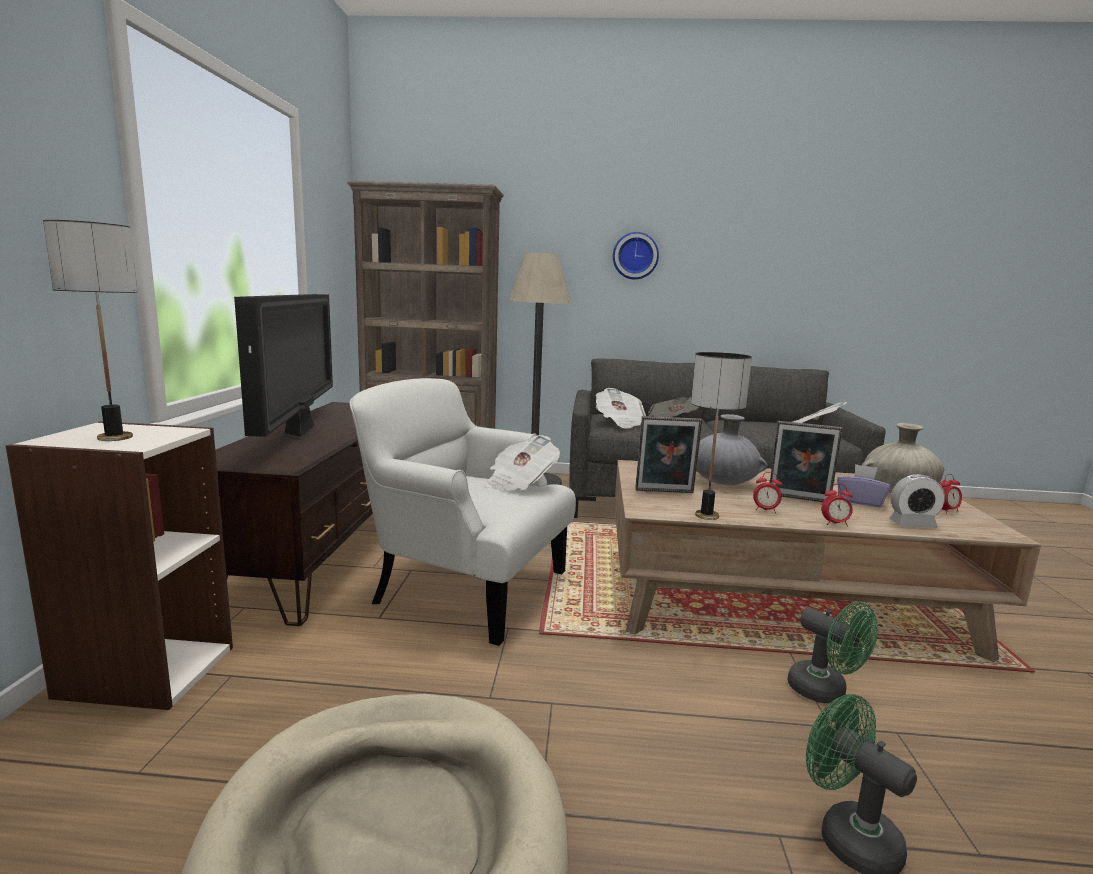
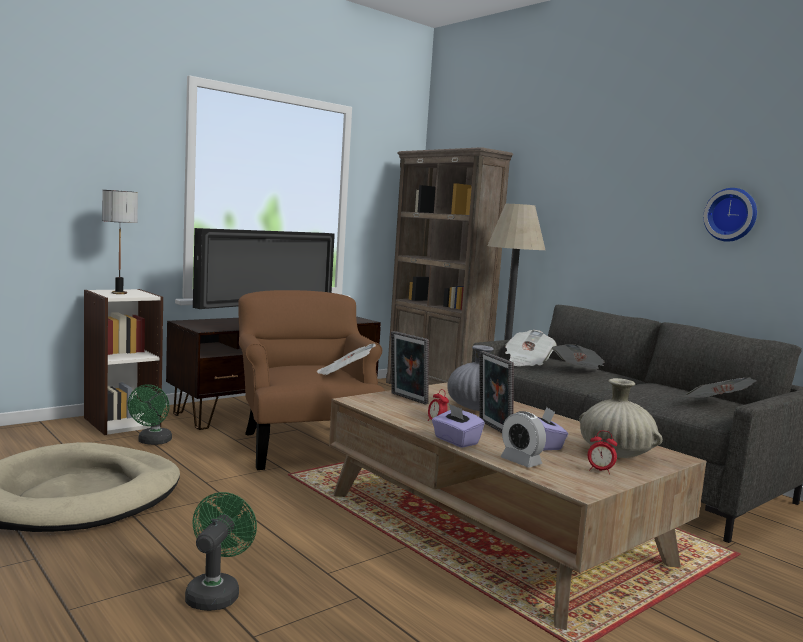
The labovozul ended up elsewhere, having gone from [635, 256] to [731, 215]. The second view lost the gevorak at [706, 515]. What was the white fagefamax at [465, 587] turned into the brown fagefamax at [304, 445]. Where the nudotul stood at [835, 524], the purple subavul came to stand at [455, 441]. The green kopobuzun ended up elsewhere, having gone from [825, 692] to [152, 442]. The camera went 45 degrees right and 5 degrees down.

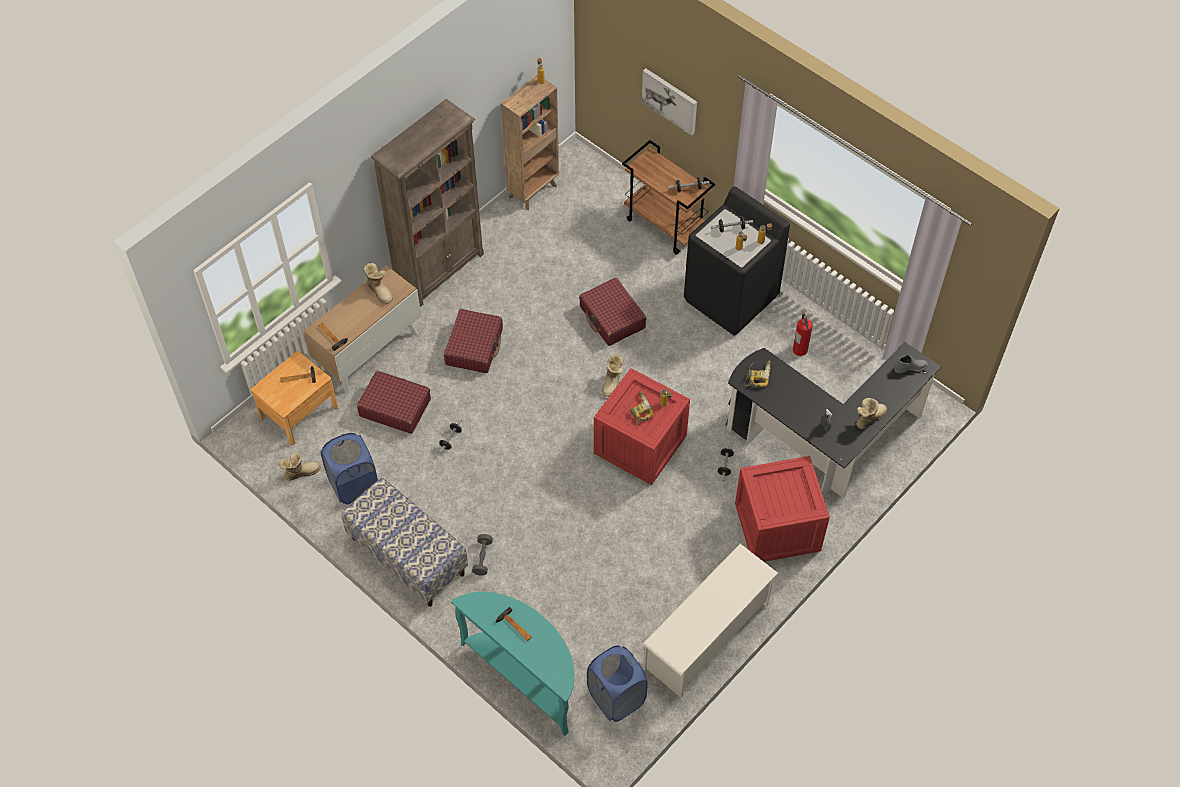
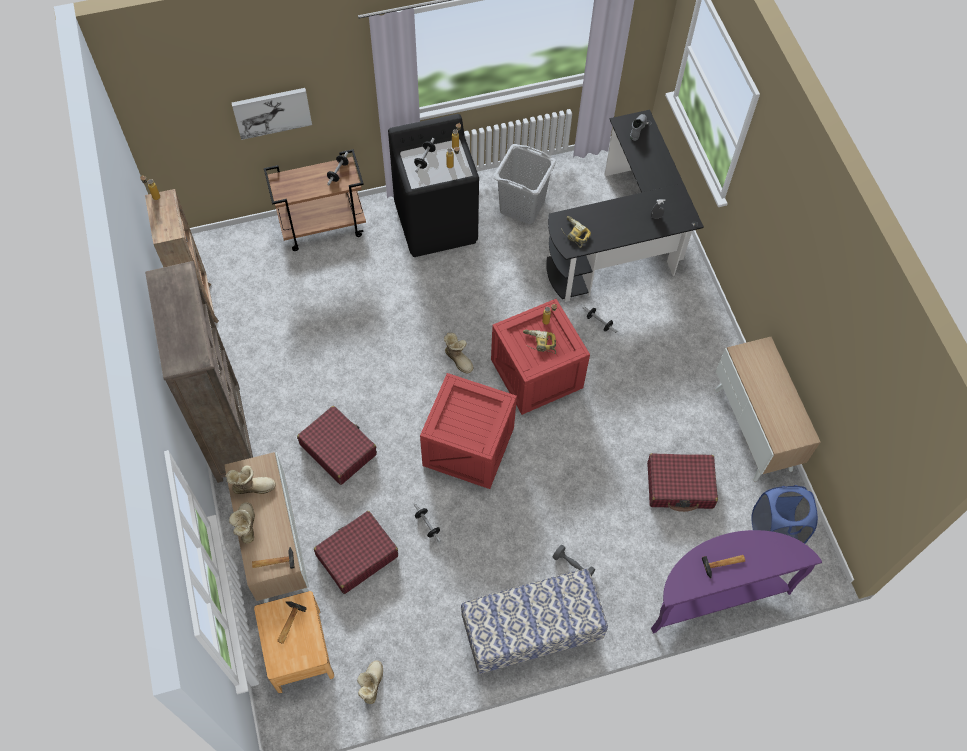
The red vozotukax ended up elsewhere, having gone from [612, 318] to [680, 485]. Where the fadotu stood at [800, 349], the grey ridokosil came to stand at [522, 206]. The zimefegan ended up elsewhere, having gone from [868, 418] to [245, 526]. The second view lost the blue ridokosil at [354, 485]. The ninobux ended up elsewhere, having gone from [776, 526] to [467, 447]. Where the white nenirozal stood at [707, 636], the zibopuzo came to stand at [754, 429]. What was the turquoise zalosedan at [525, 676] turned into the purple zalosedan at [714, 594]. The camera went 60 degrees left and 5 degrees up.

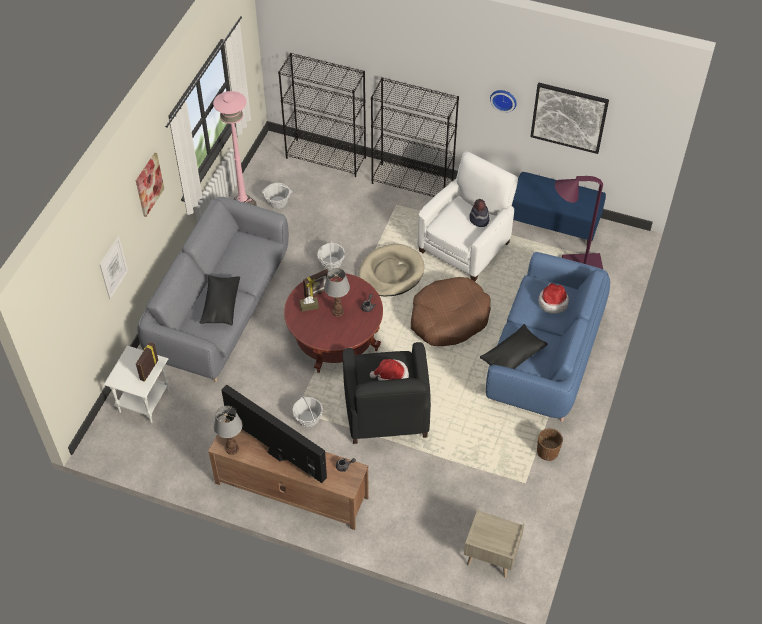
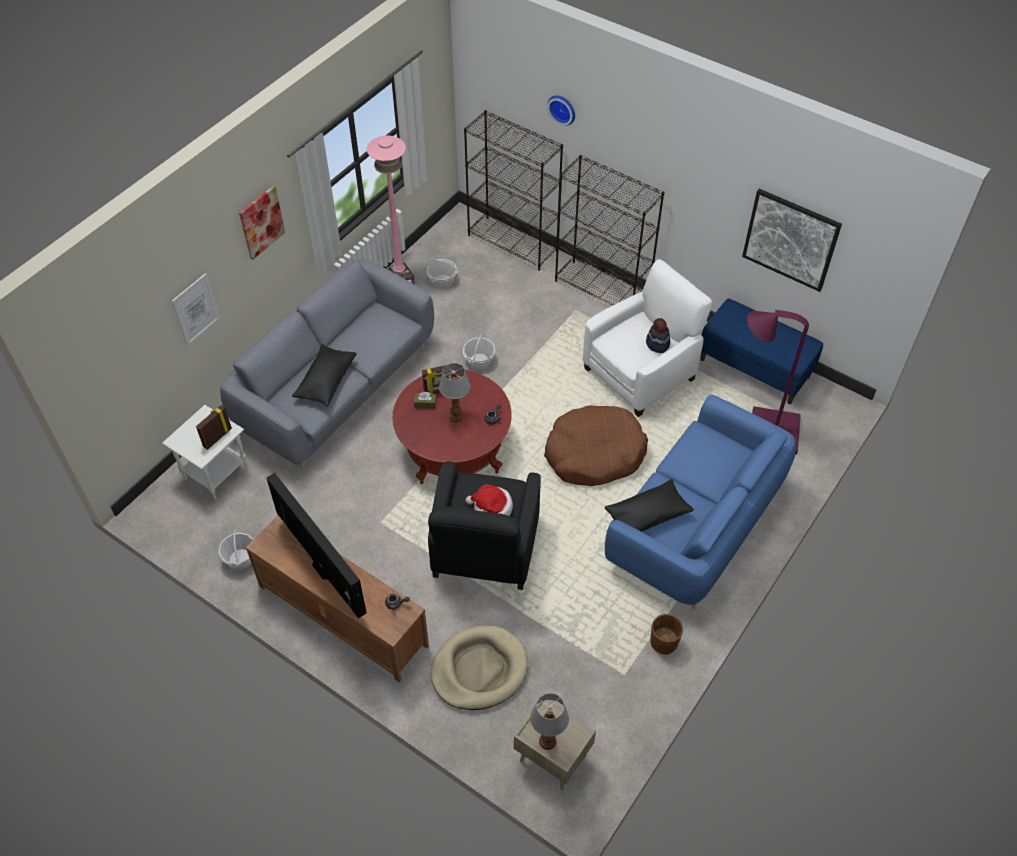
The labovozul ended up elsewhere, having gone from [504, 99] to [563, 109]. The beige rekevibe ended up elsewhere, having gone from [391, 273] to [479, 670]. The second view lost the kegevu at [552, 302]. The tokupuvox ended up elsewhere, having gone from [308, 418] to [241, 559]. The gevorak ended up elsewhere, having gone from [232, 448] to [548, 741]. The camera went 15 degrees right and 0 degrees up.

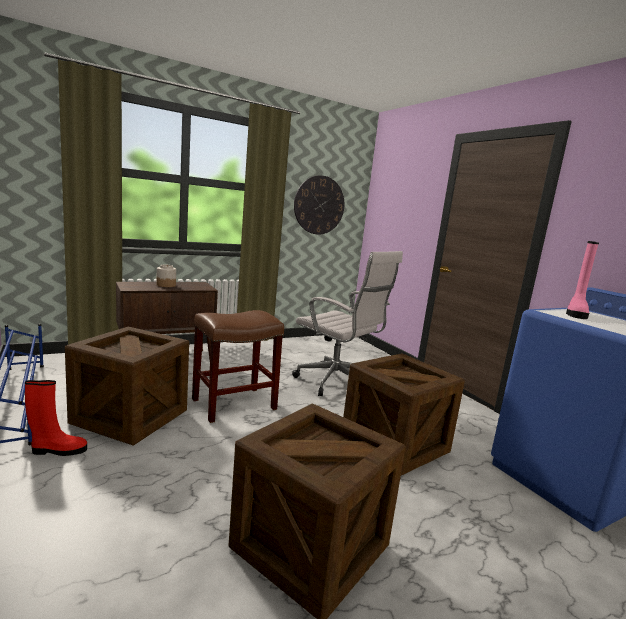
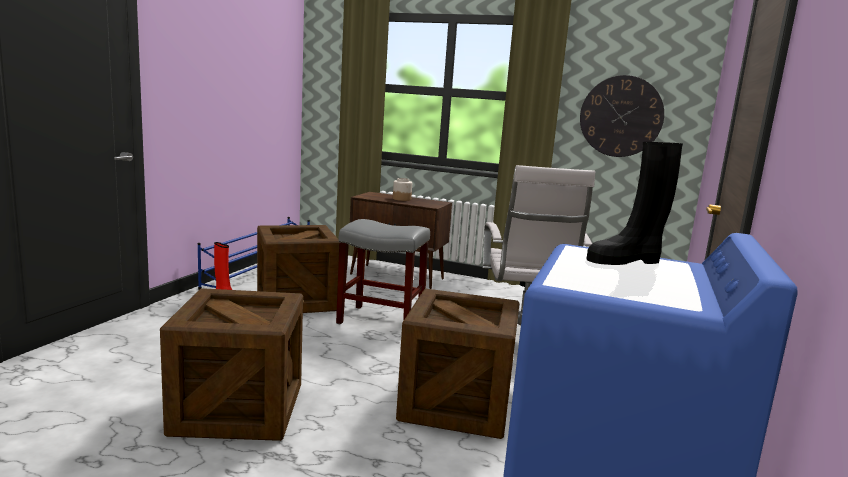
What was the pink zimefegan at [575, 313] turned into the black zimefegan at [625, 260]. What was the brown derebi at [234, 404] turned into the grey derebi at [382, 320]. The camera went 50 degrees right and 0 degrees up.

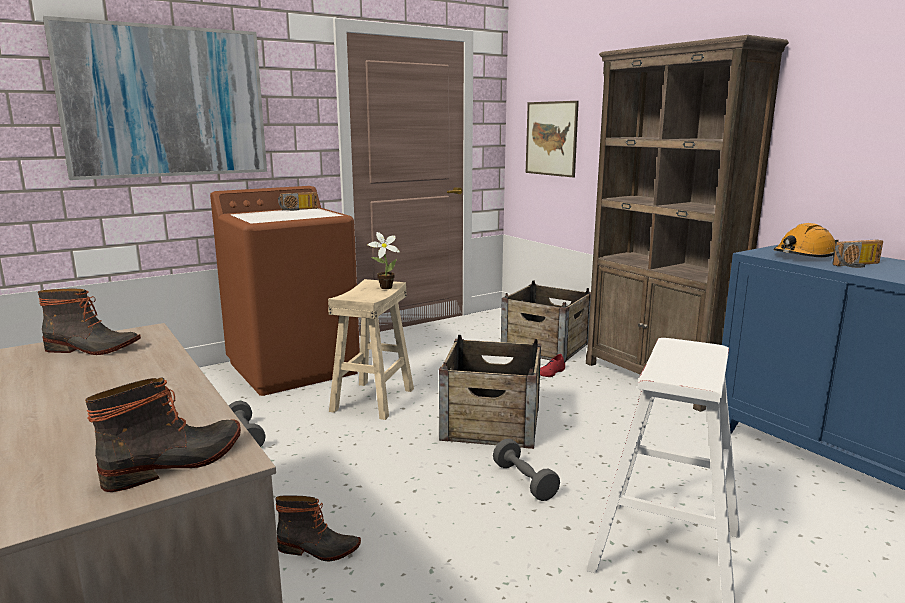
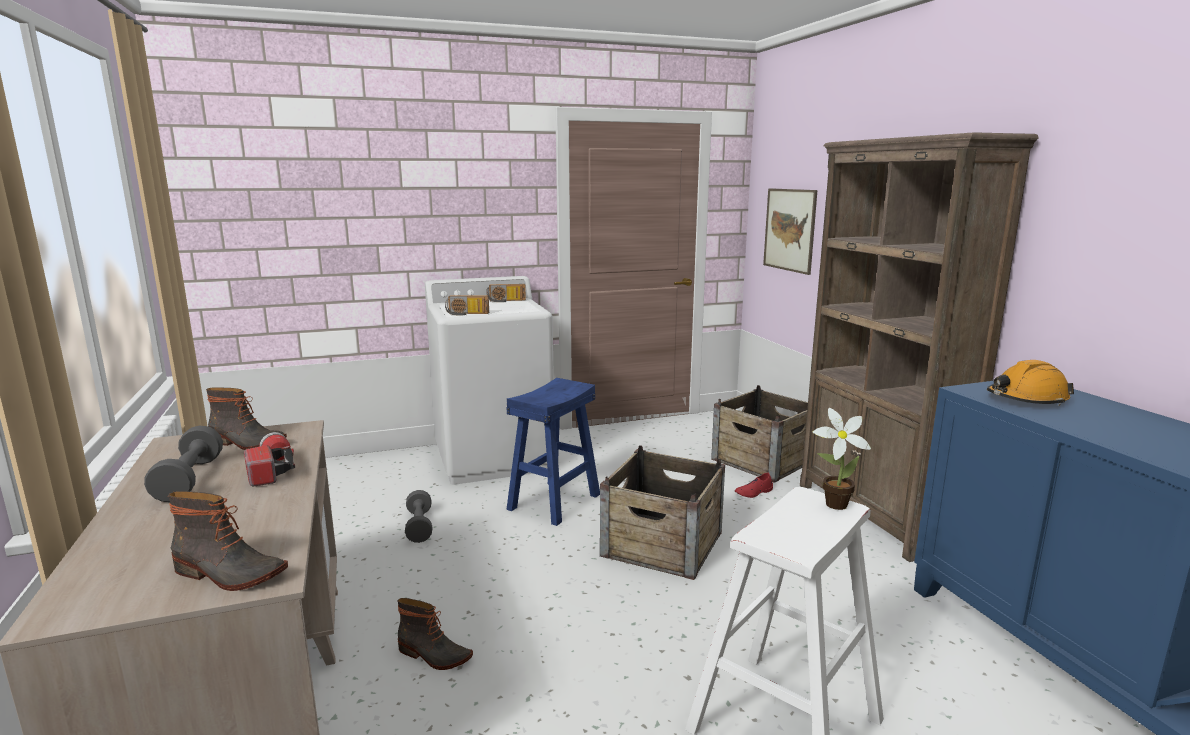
The second view lost the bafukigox at [165, 102]. What was the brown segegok at [293, 368] turned into the white segegok at [494, 457]. The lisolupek ended up elsewhere, having gone from [384, 287] to [832, 504]. The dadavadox ended up elsewhere, having gone from [858, 265] to [467, 314]. What was the beige derebi at [372, 399] turned into the blue derebi at [554, 501]. The zimefegan at [176, 463] ended up facing another way, 45 degrees clockwise from before. The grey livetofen ended up elsewhere, having gone from [524, 481] to [189, 480]. The second view gained the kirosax at [272, 470]. The camera went 15 degrees right and 0 degrees up.

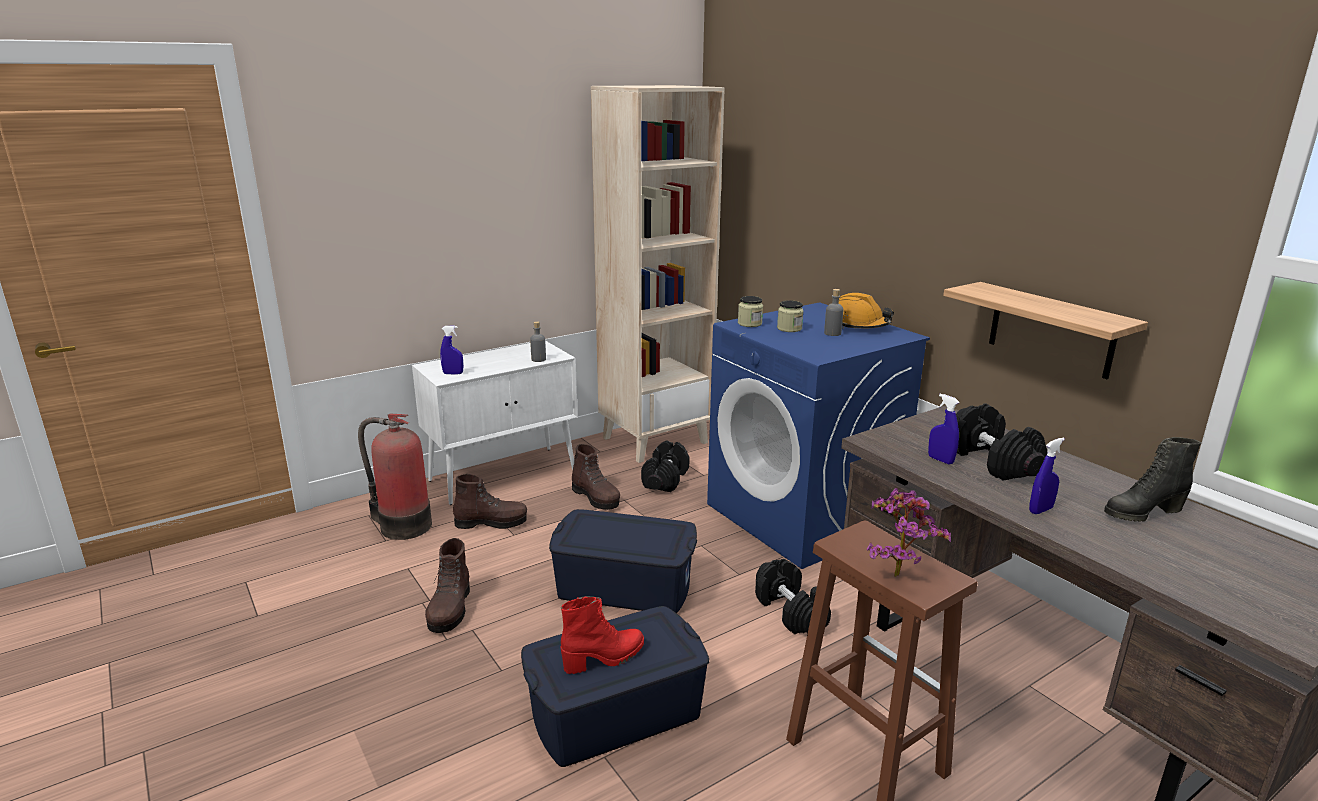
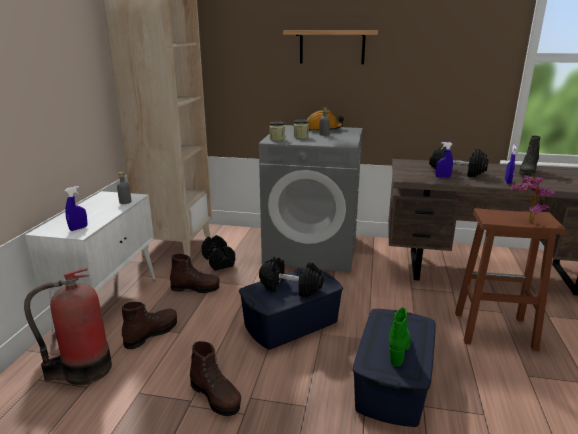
The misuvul ended up elsewhere, having gone from [1051, 330] to [332, 47]. What was the blue segegok at [803, 516] turned into the grey segegok at [312, 249]. The black livetofen ended up elsewhere, having gone from [791, 611] to [291, 287]. What was the red zimefegan at [604, 658] turned into the green zimefegan at [398, 348]. The camera went 45 degrees left and 0 degrees up.

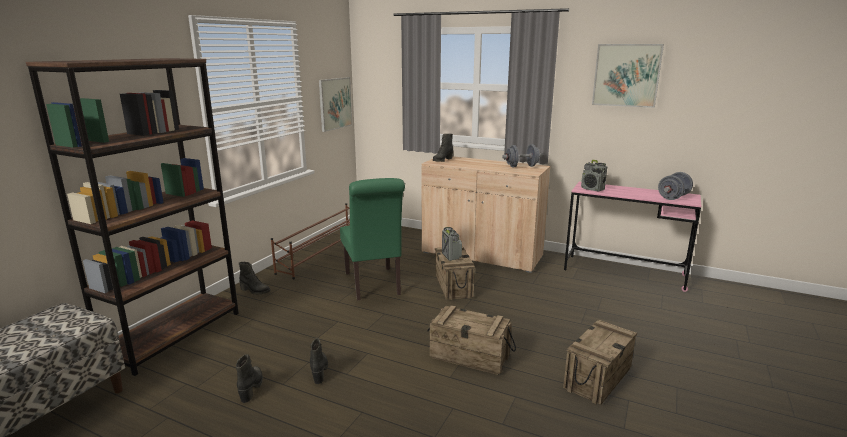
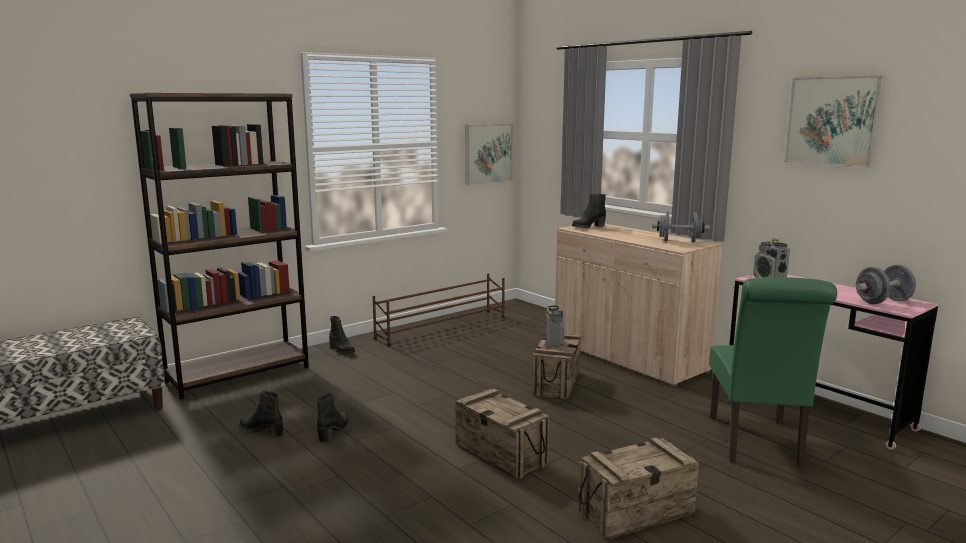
The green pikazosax ended up elsewhere, having gone from [373, 285] to [756, 444]. The black zimefegan at [251, 387] ended up facing another way, 90 degrees counterclockwise from before. The camera went 25 degrees right and 5 degrees down.

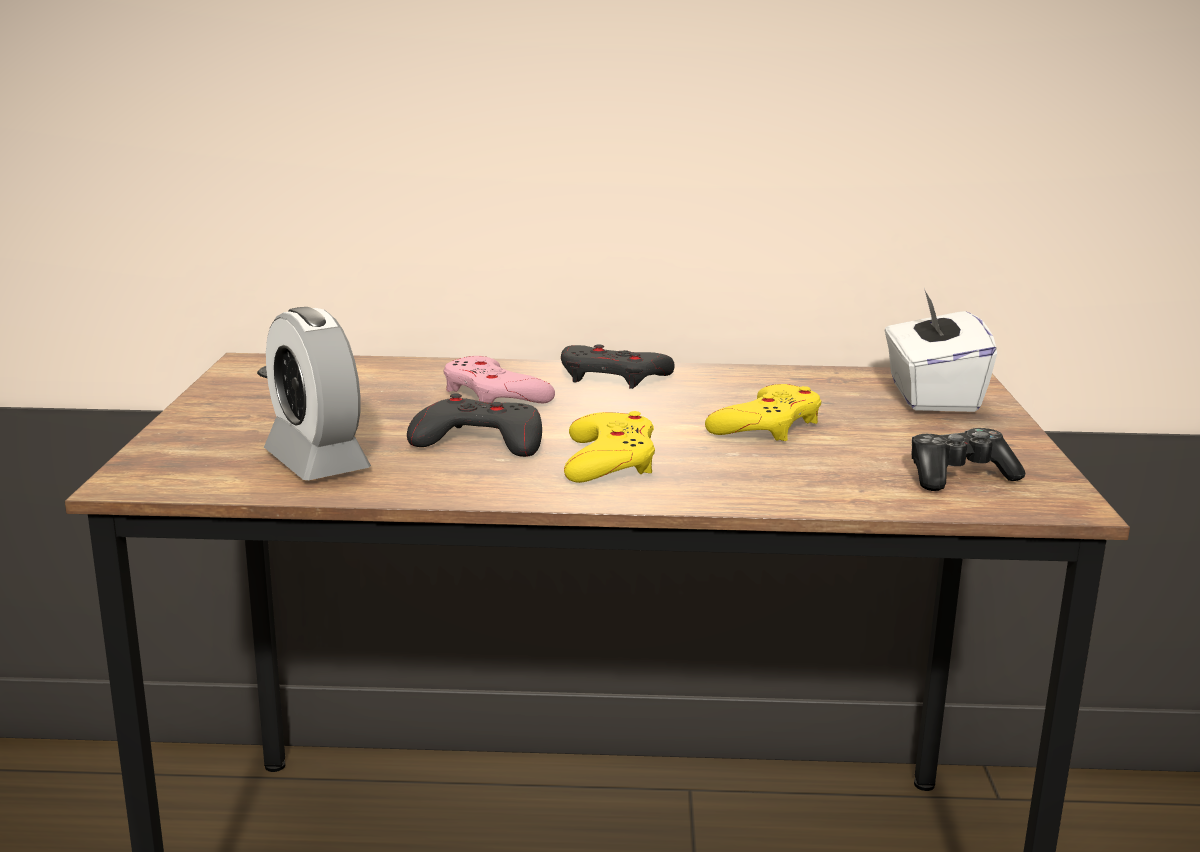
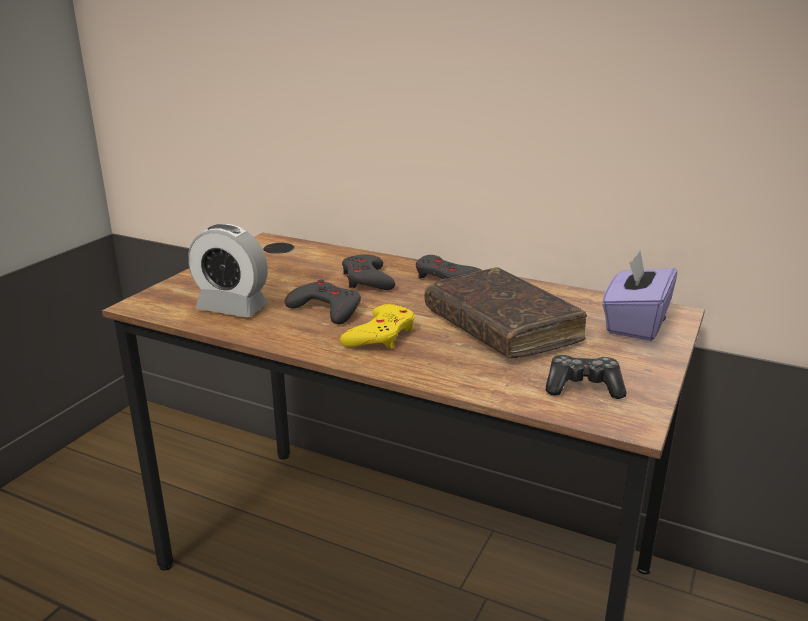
What was the white subavul at [931, 396] turned into the purple subavul at [635, 323]. The nudotul at [316, 461] ended up facing another way, 60 degrees counterclockwise from before. What was the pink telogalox at [494, 394] turned into the grey telogalox at [367, 279]. Where the yellow telogalox stood at [767, 425], the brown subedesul came to stand at [501, 327]. The camera went 25 degrees right and 5 degrees up.

